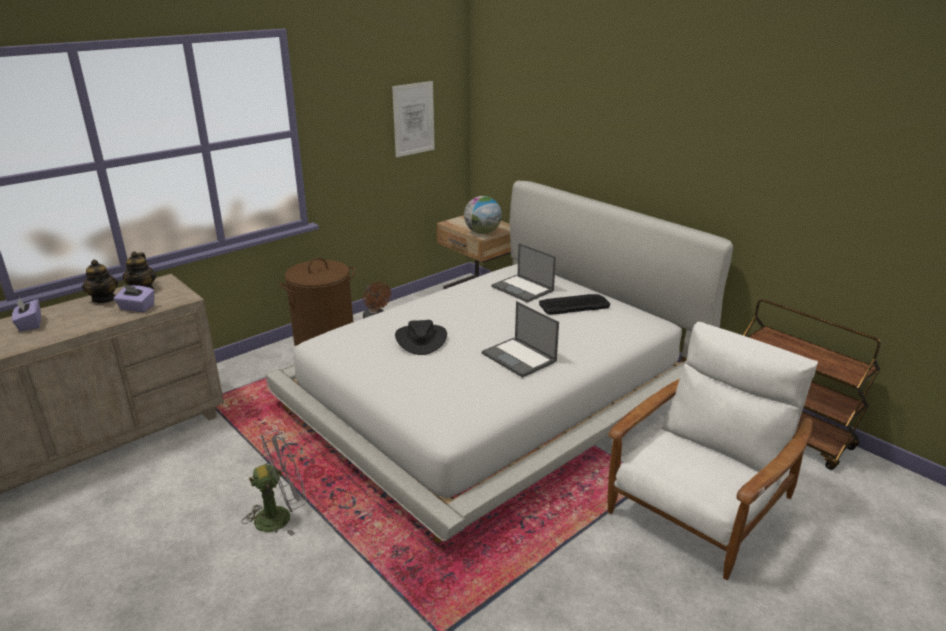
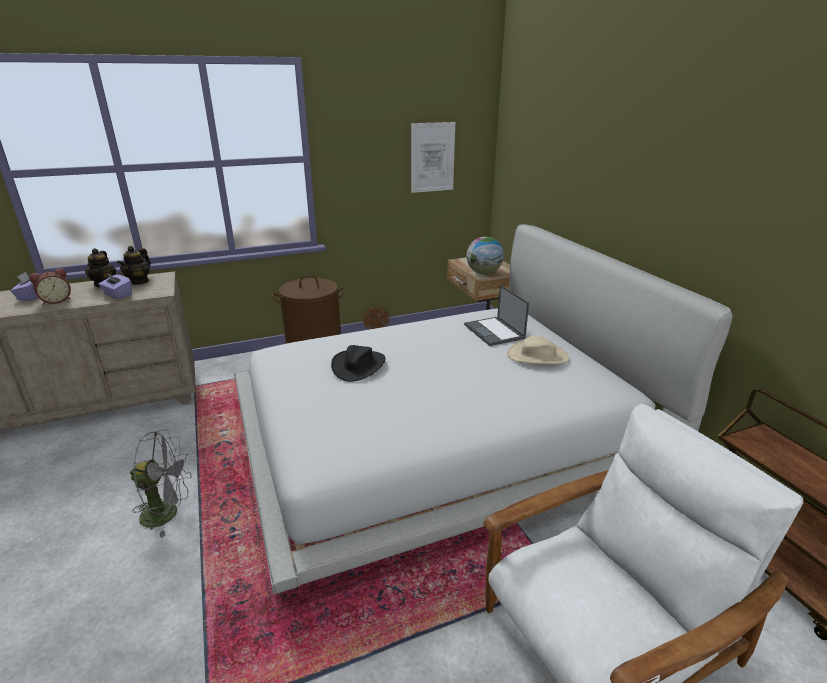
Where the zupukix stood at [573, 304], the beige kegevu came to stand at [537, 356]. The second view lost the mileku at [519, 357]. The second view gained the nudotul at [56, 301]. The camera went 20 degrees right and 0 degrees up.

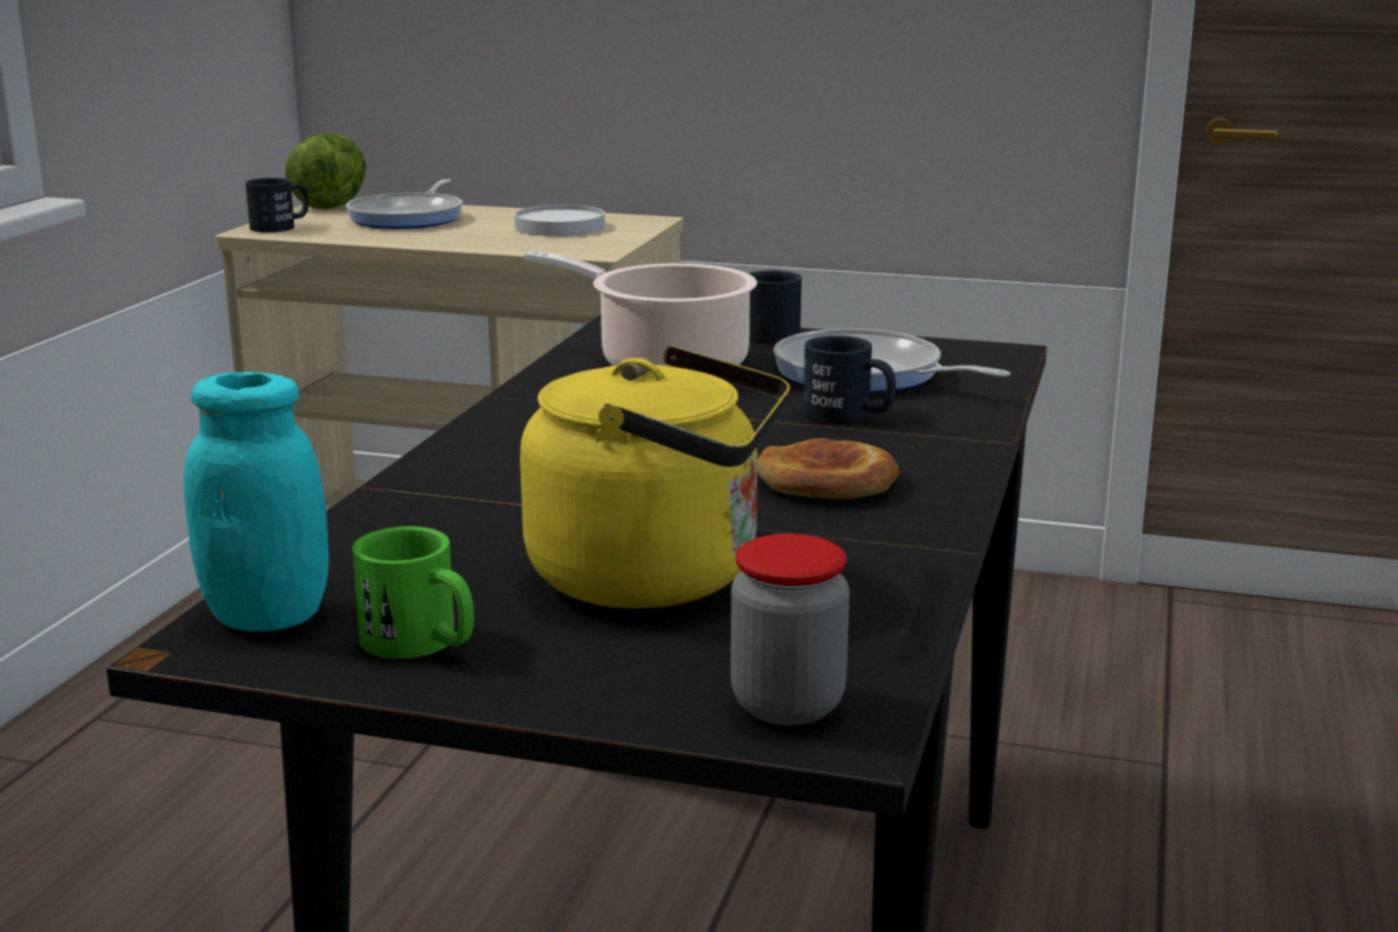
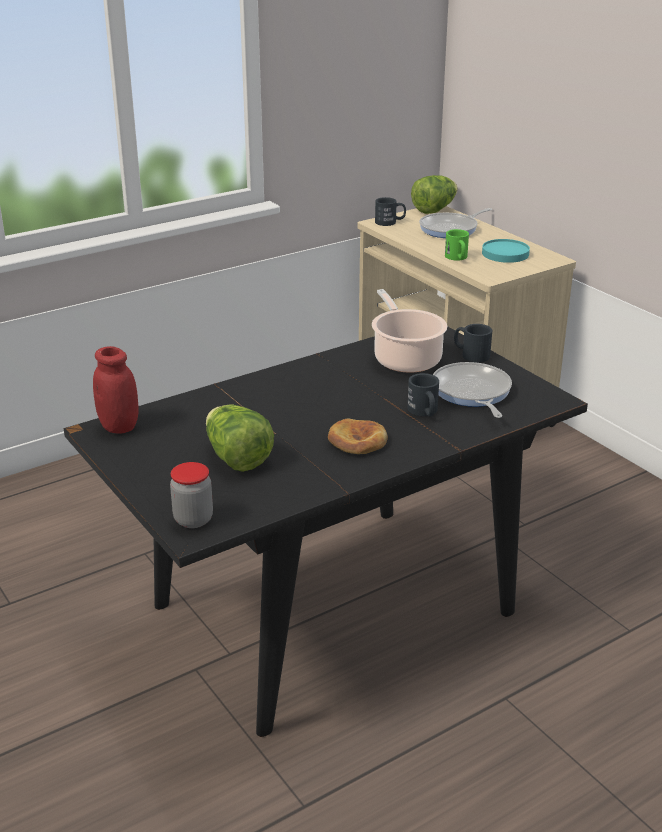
What was the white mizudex at [560, 227] turned into the turquoise mizudex at [505, 254]. Where the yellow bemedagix stood at [659, 577], the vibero came to stand at [237, 458]. What was the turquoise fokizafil at [267, 616] turned into the red fokizafil at [119, 426]. The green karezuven ended up elsewhere, having gone from [422, 644] to [457, 258]. The camera went 40 degrees right and 10 degrees up.

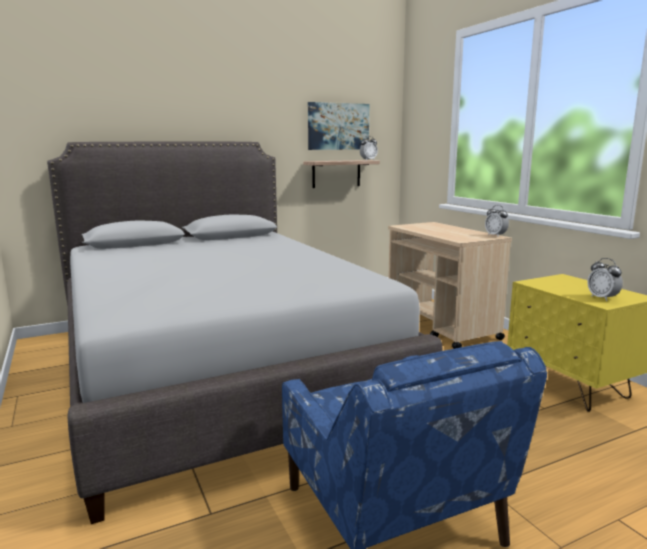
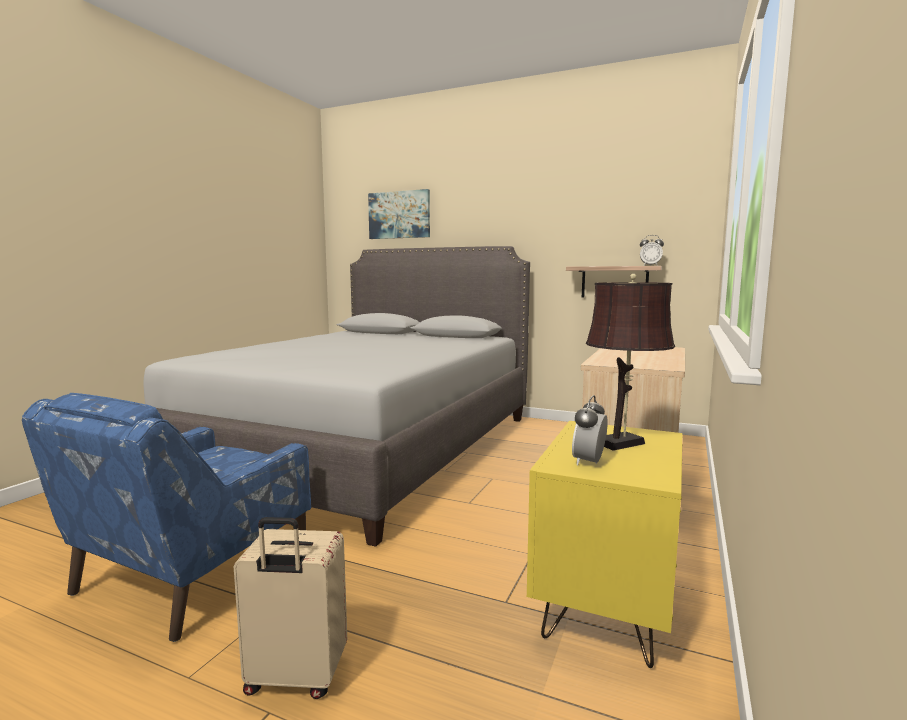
The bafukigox ended up elsewhere, having gone from [338, 126] to [399, 215]. The second view lost the nudotul at [495, 235]. The second view gained the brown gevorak at [623, 443]. The second view gained the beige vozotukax at [295, 678]. The camera went 50 degrees right and 5 degrees down.

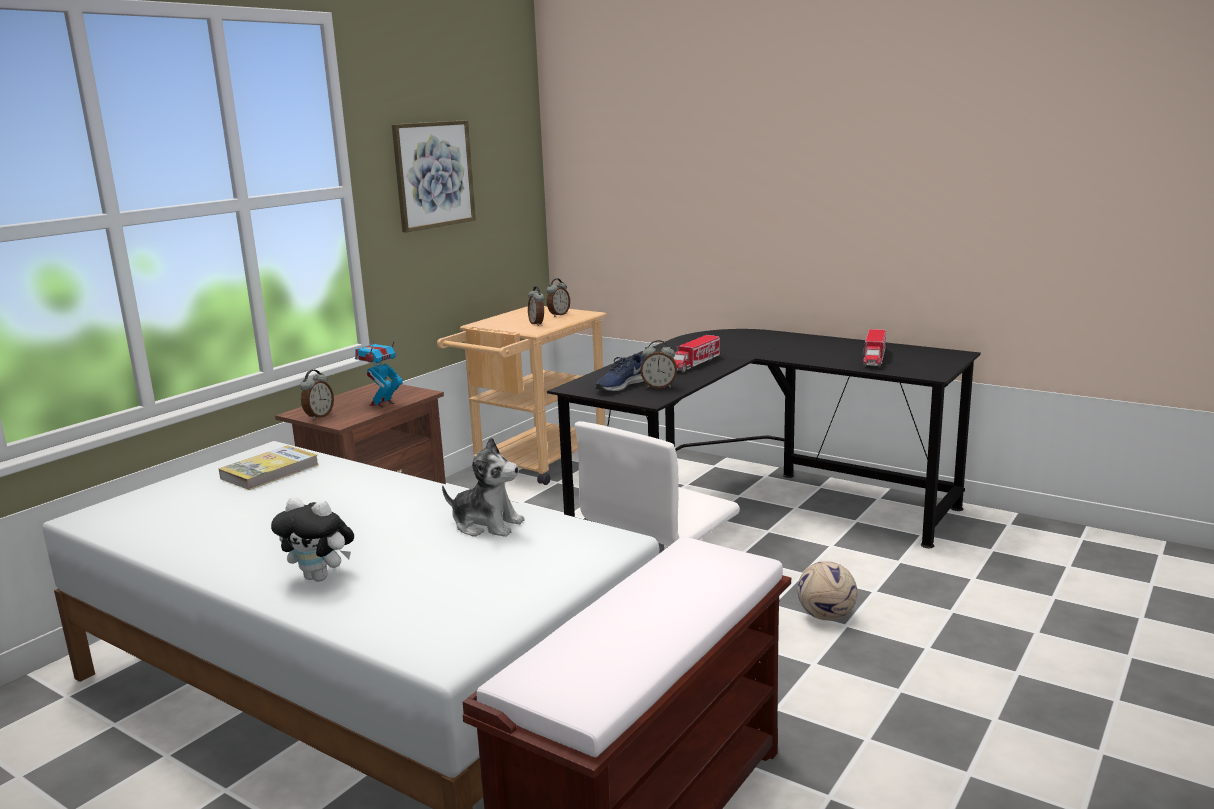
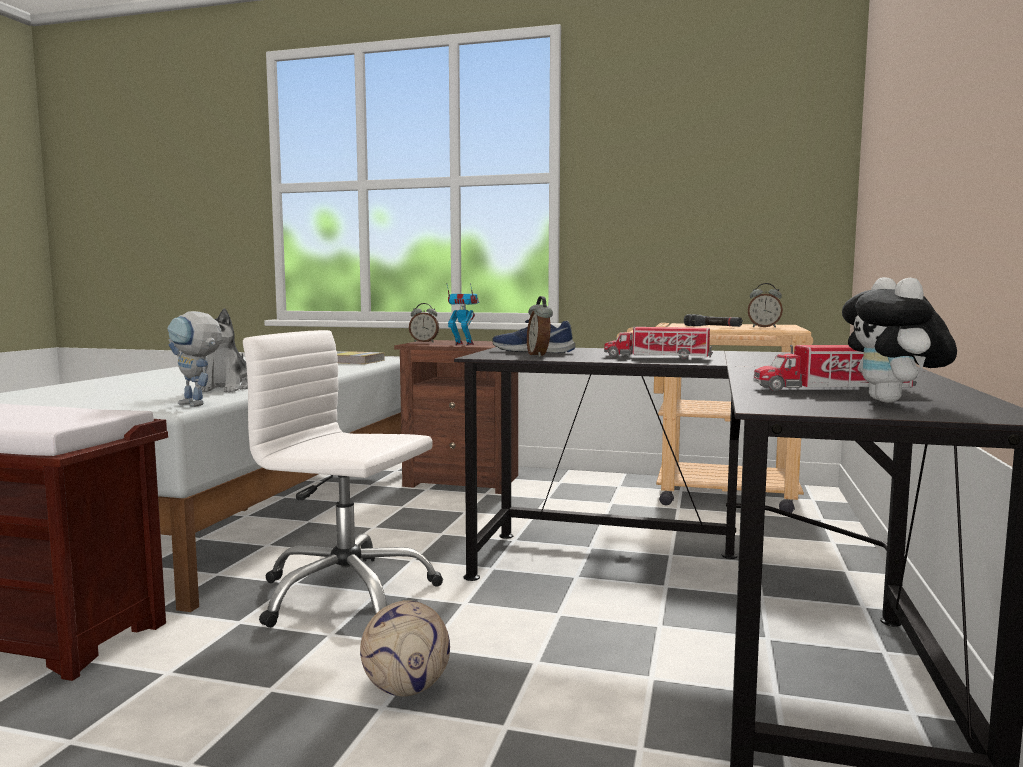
The second view lost the bafukigox at [433, 174]. Where the nudotul stood at [537, 324], the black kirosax came to stand at [712, 327]. The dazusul ended up elsewhere, having gone from [321, 577] to [893, 402]. The second view gained the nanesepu at [198, 405]. The camera went 70 degrees right and 10 degrees down.

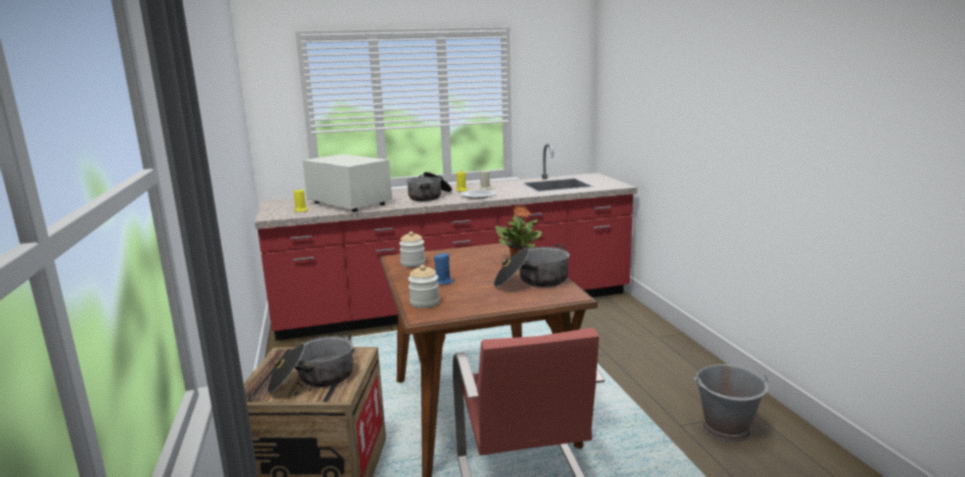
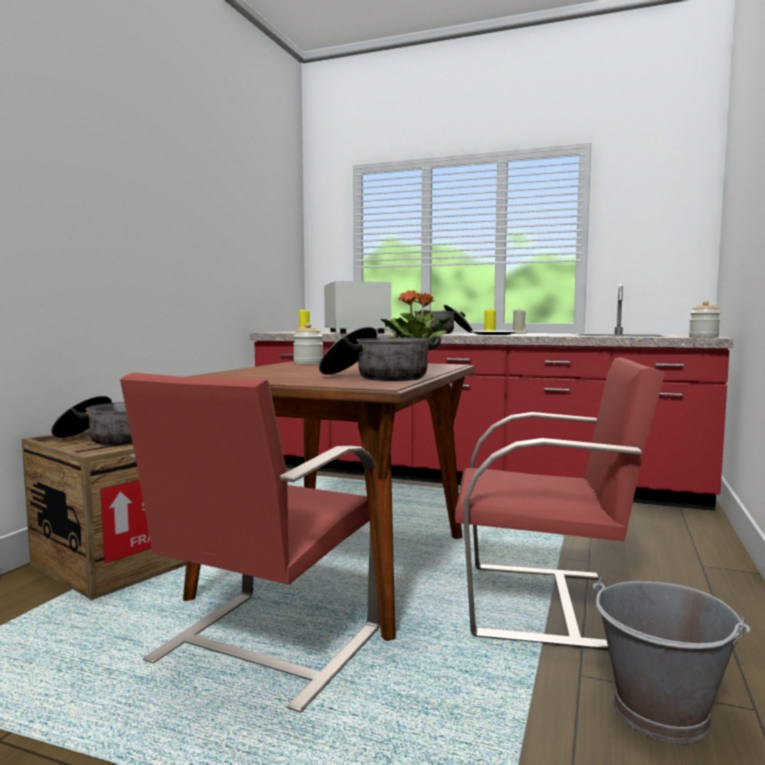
The second view lost the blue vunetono at [443, 282]. The fokizafil ended up elsewhere, having gone from [424, 303] to [703, 337]. The second view gained the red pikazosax at [544, 604]. The camera went 35 degrees right and 10 degrees down.

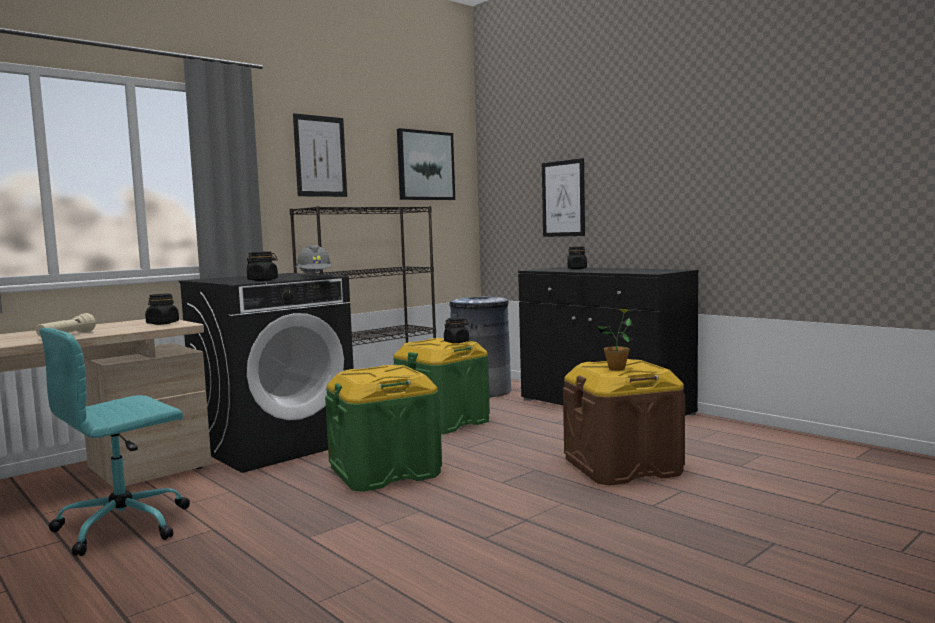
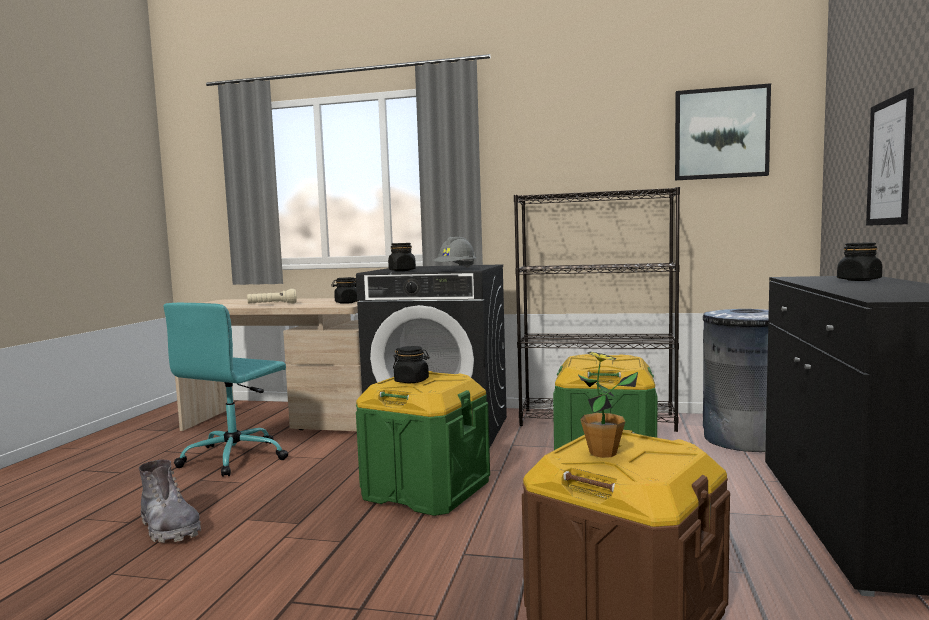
The second view lost the bafukigox at [320, 156]. The black fokizafil ended up elsewhere, having gone from [456, 342] to [412, 381]. The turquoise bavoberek at [125, 525] ended up facing another way, 75 degrees counterclockwise from before. The second view gained the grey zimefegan at [169, 528]. The camera went 55 degrees right and 0 degrees up.

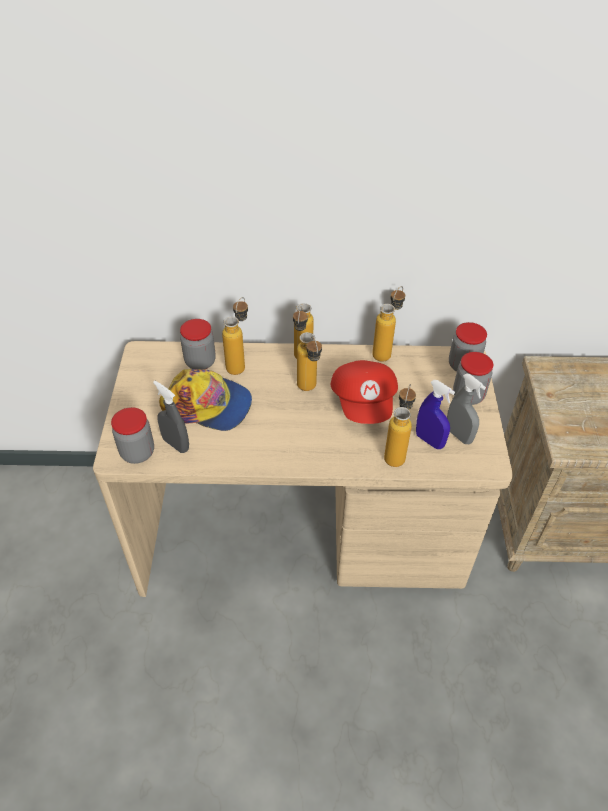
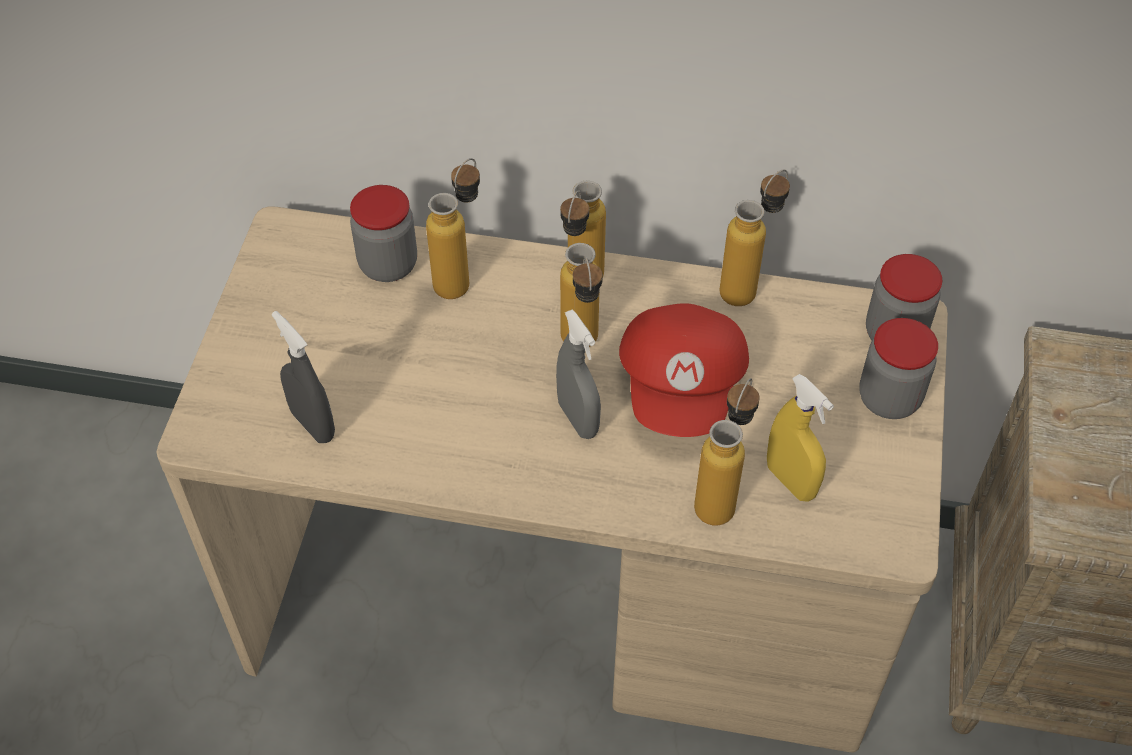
The second view lost the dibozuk at [208, 405]. The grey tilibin ended up elsewhere, having gone from [458, 435] to [578, 419]. What was the blue tilibin at [429, 440] turned into the yellow tilibin at [790, 481]. The second view lost the fokizafil at [137, 452]. The camera went 10 degrees right and 5 degrees up.

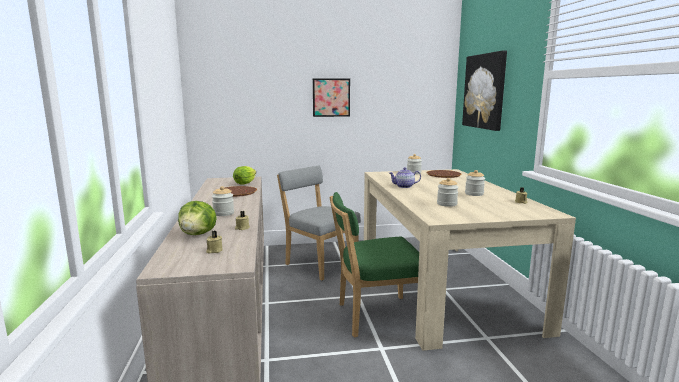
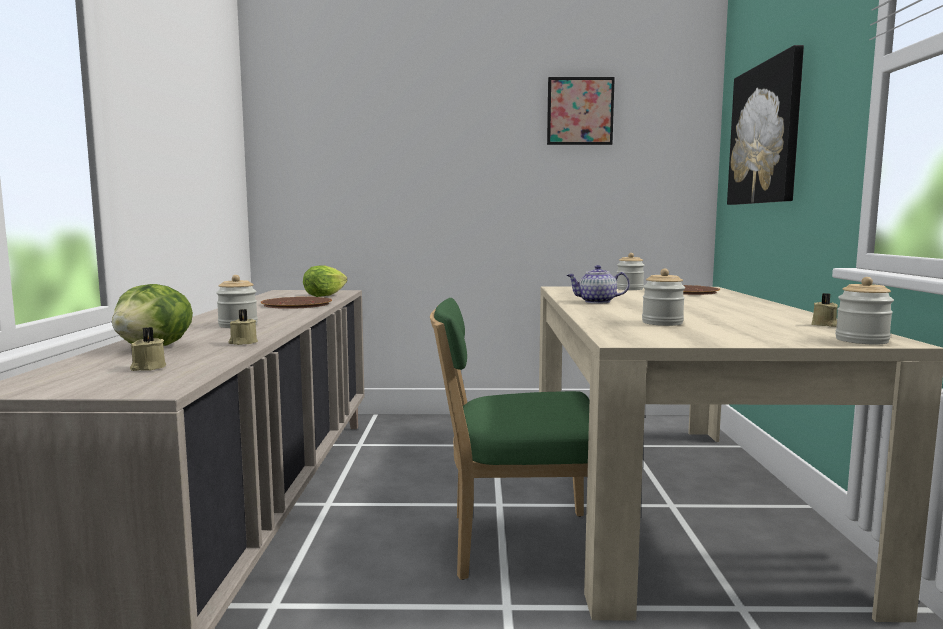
The bafukigox ended up elsewhere, having gone from [331, 97] to [580, 111]. The second view lost the grey pikazosax at [319, 264]. The fokizafil ended up elsewhere, having gone from [474, 194] to [861, 340]. The camera went 10 degrees right and 5 degrees down.

